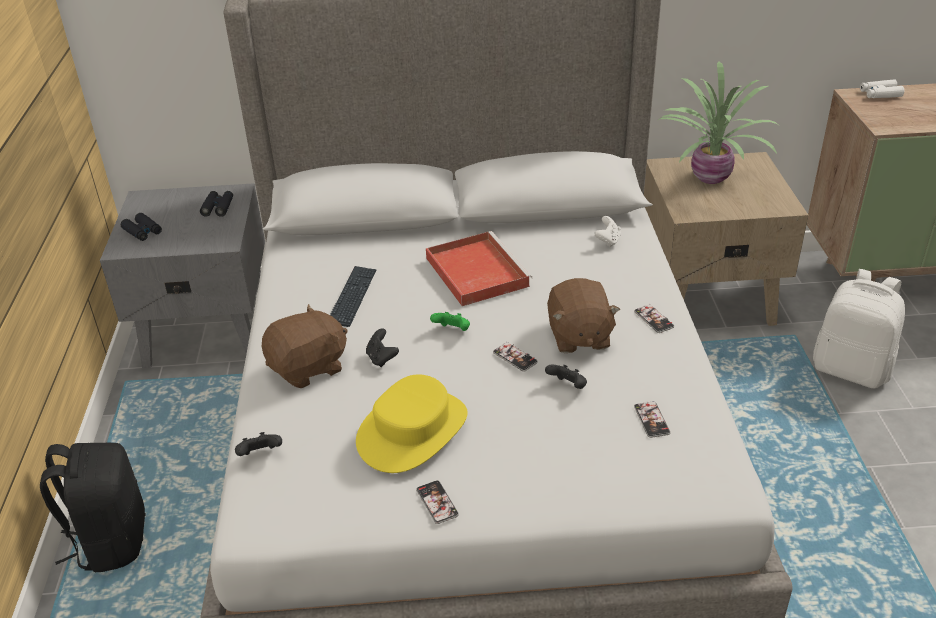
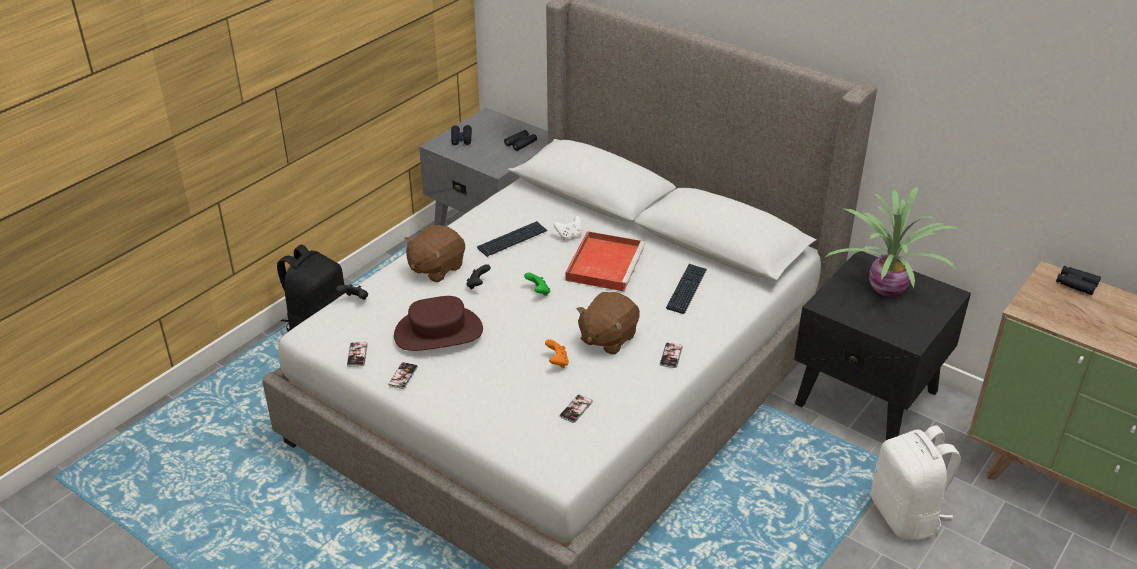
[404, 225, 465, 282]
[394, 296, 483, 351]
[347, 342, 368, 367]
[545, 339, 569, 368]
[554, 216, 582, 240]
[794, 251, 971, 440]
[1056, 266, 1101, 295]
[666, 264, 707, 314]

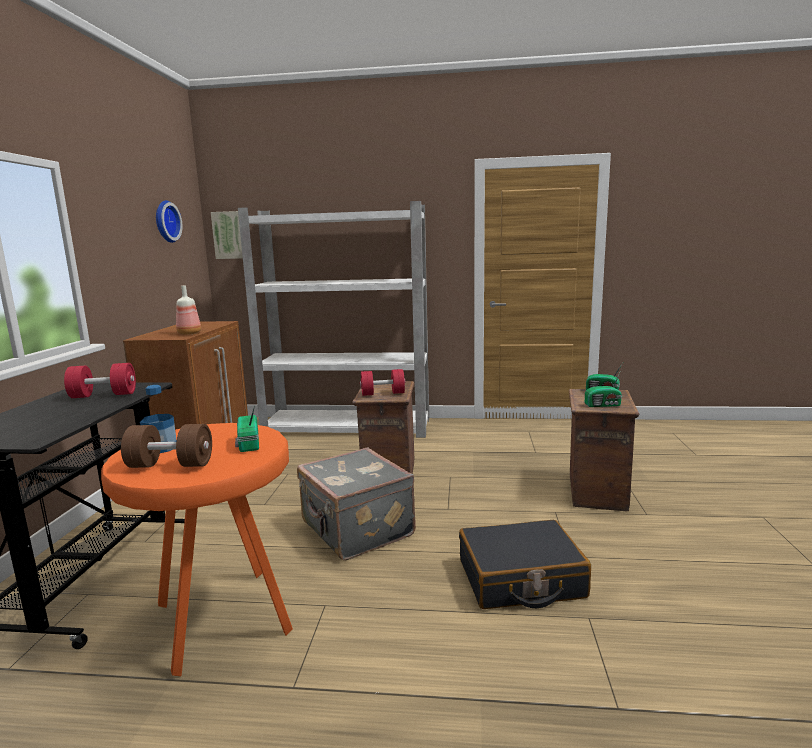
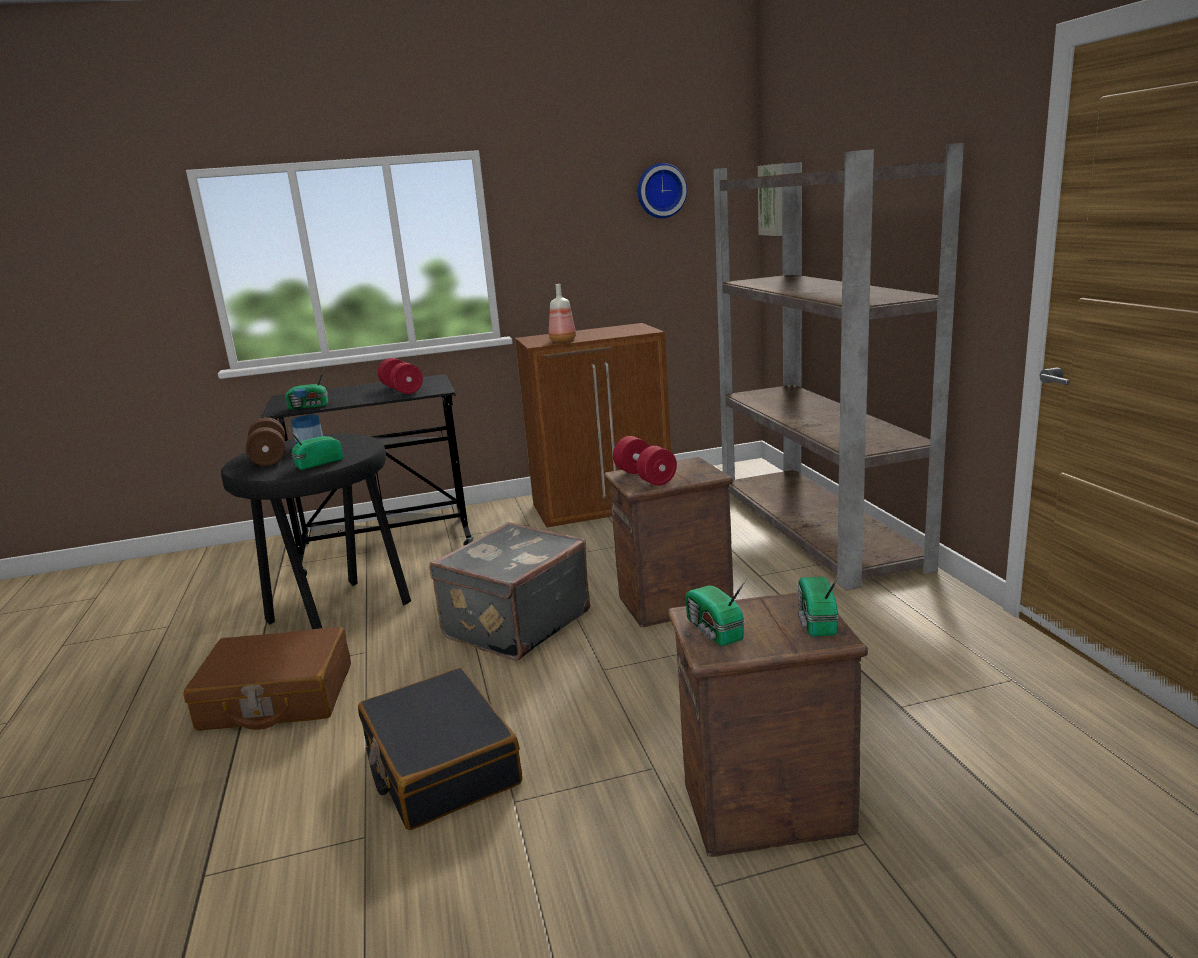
[221, 434, 411, 629]
[713, 143, 964, 591]
[184, 627, 351, 731]
[285, 367, 328, 410]

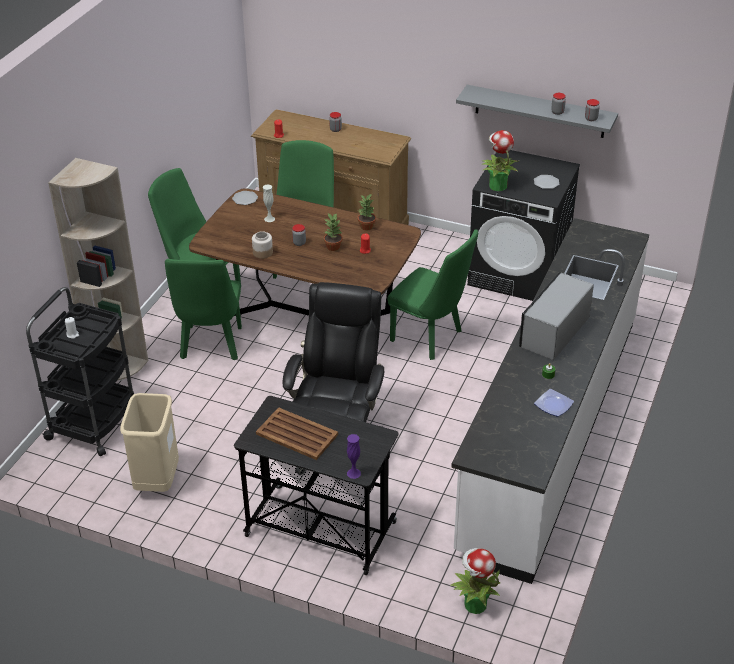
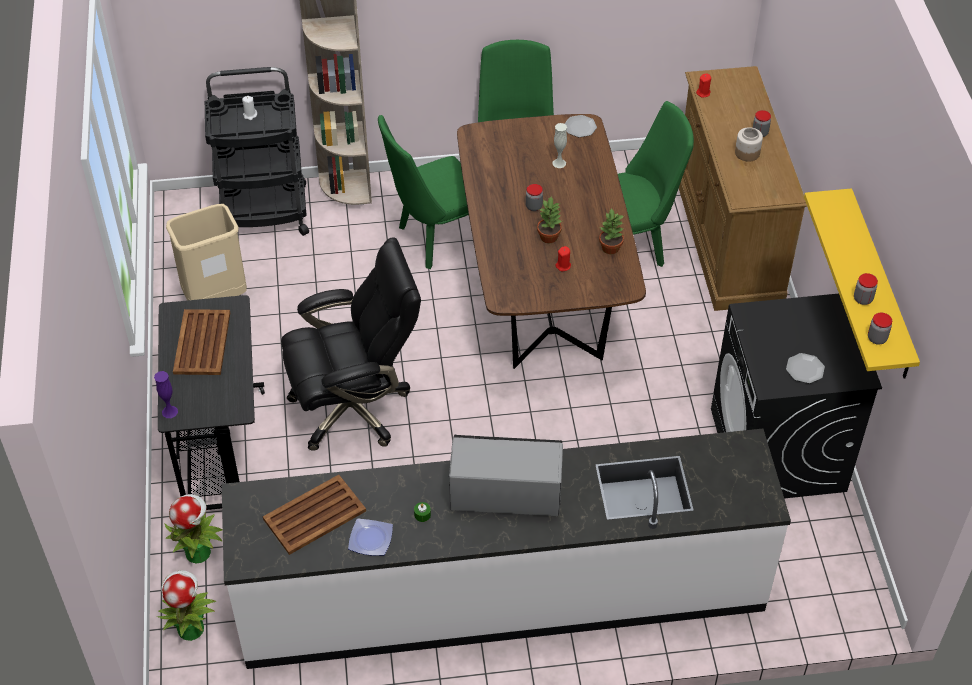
[735, 127, 763, 162]
[387, 229, 478, 360] (first image)
[804, 188, 920, 378]
[164, 494, 223, 564]
[263, 475, 366, 555]

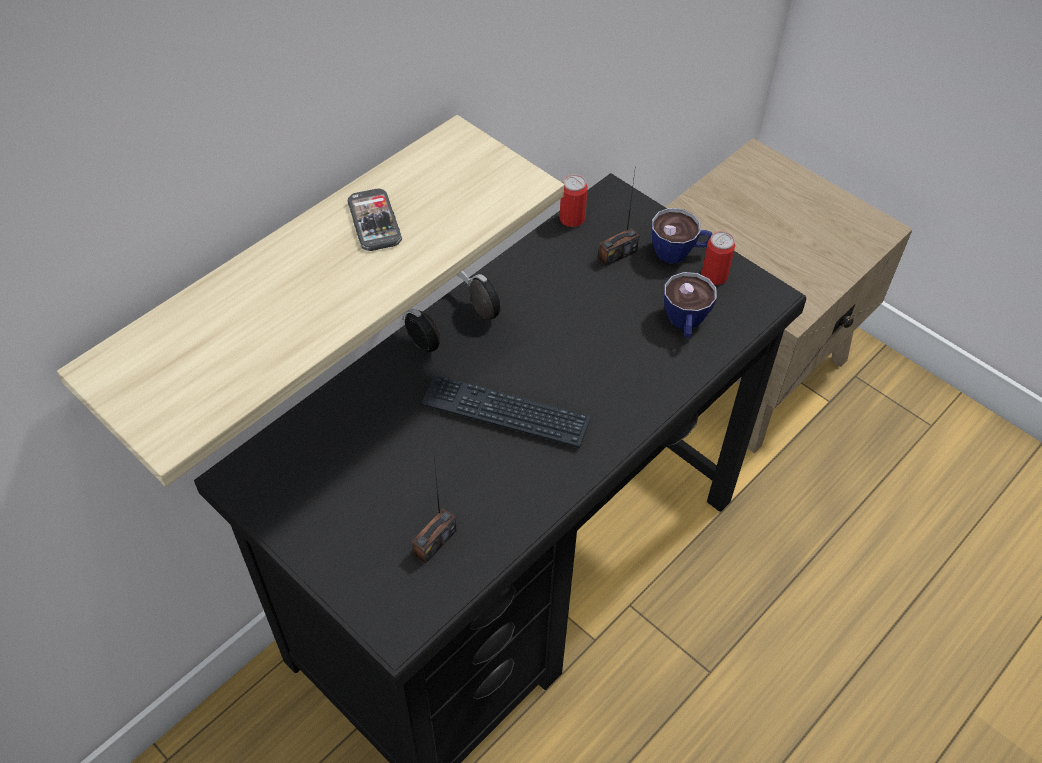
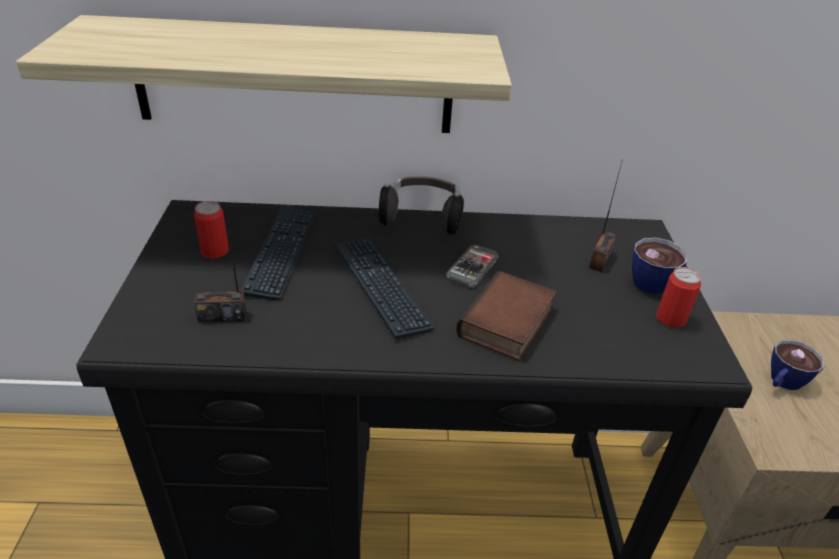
[446, 245, 499, 287]
[194, 201, 229, 258]
[589, 159, 623, 272]
[771, 340, 825, 390]
[240, 206, 315, 301]
[456, 271, 557, 361]

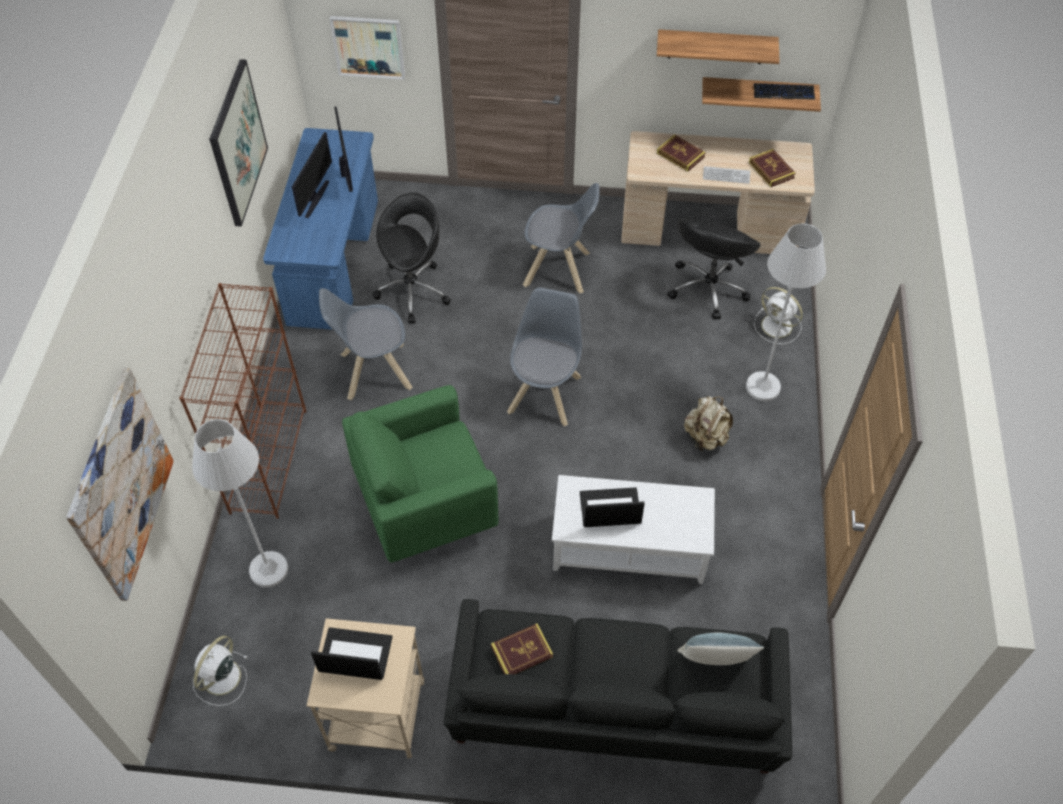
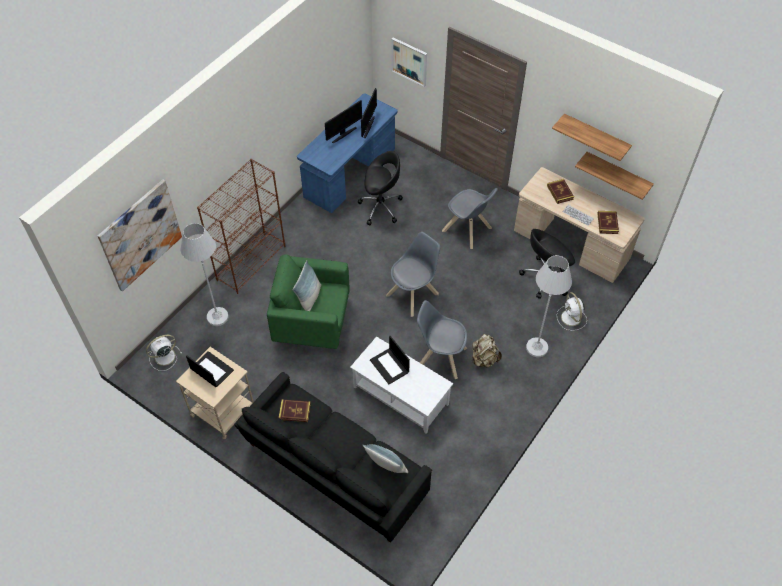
[209, 59, 268, 227] (first image)
[417, 300, 467, 379]
[370, 336, 410, 384]
[753, 83, 815, 100] (first image)
[292, 260, 321, 311]

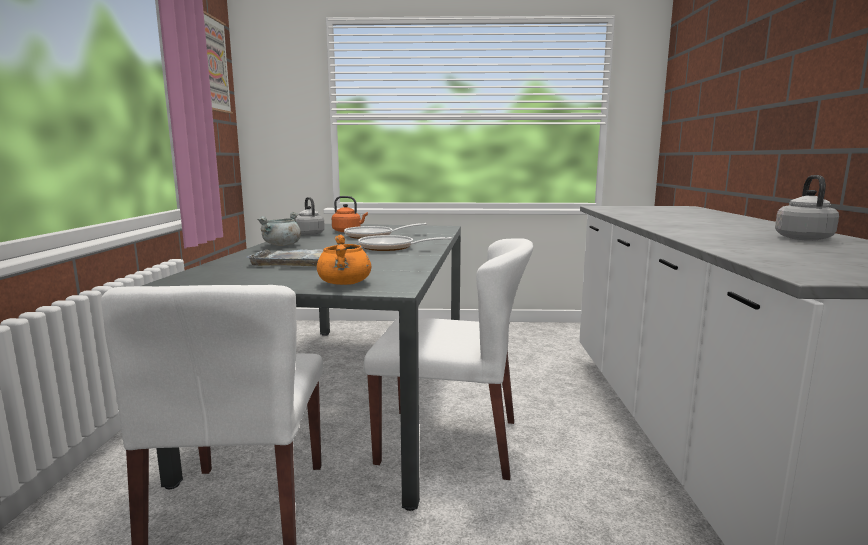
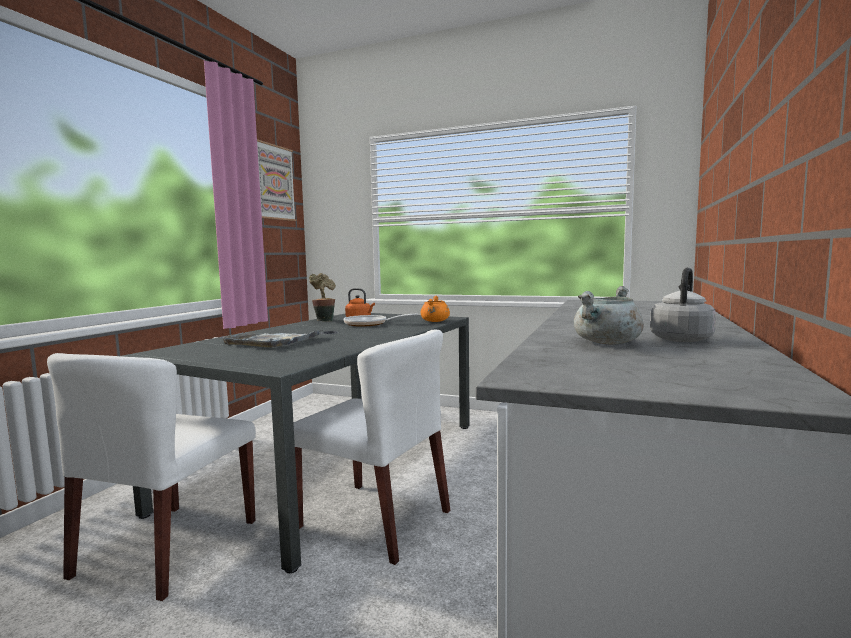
[574, 286, 643, 345]
[309, 273, 336, 322]
[421, 295, 450, 322]
[358, 235, 452, 251] (first image)

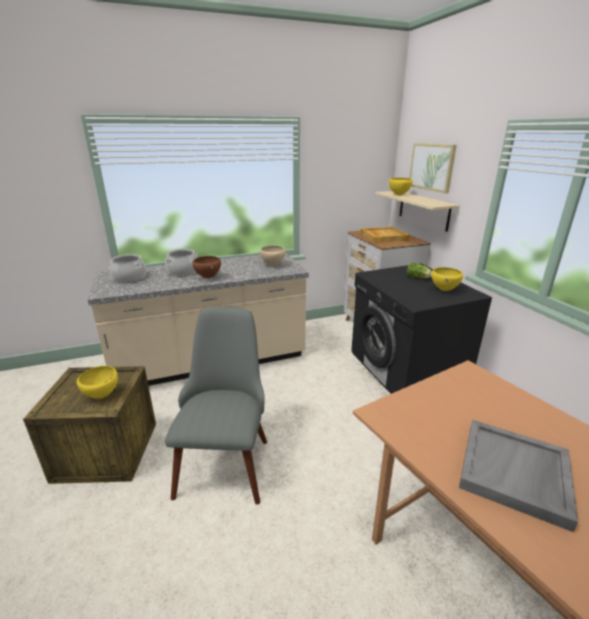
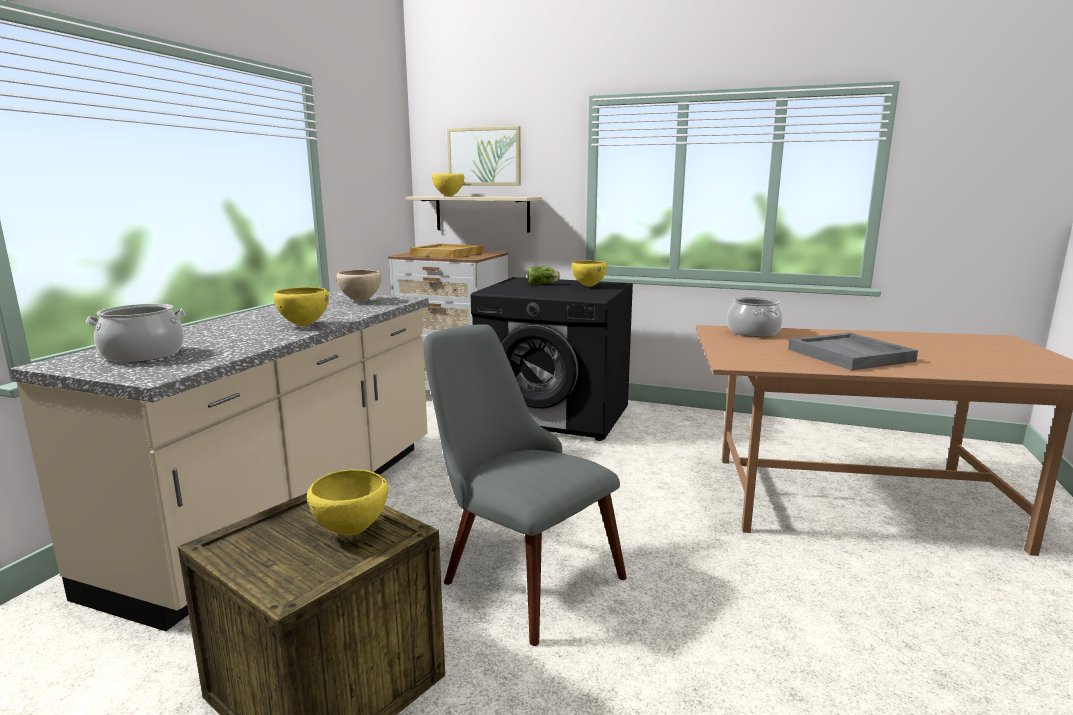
[727, 297, 783, 337]
[273, 287, 329, 326]

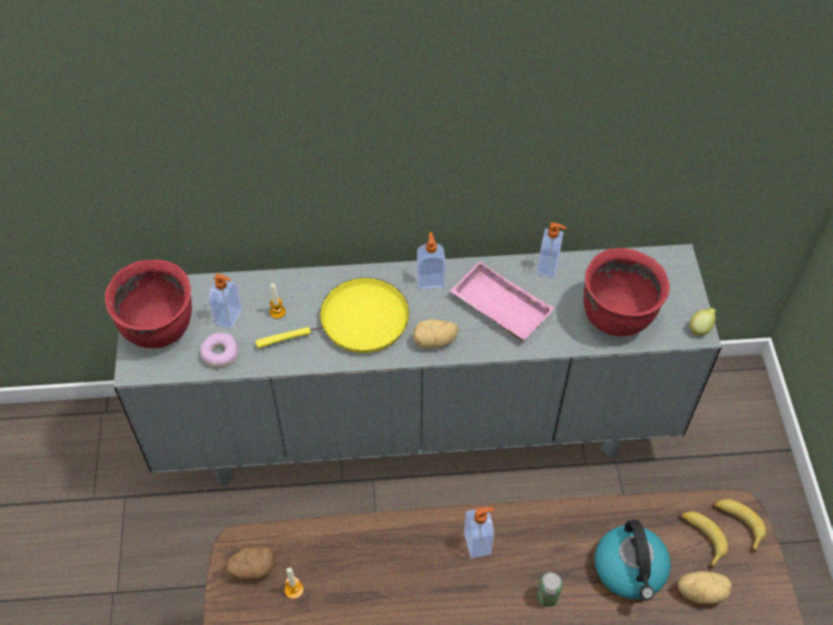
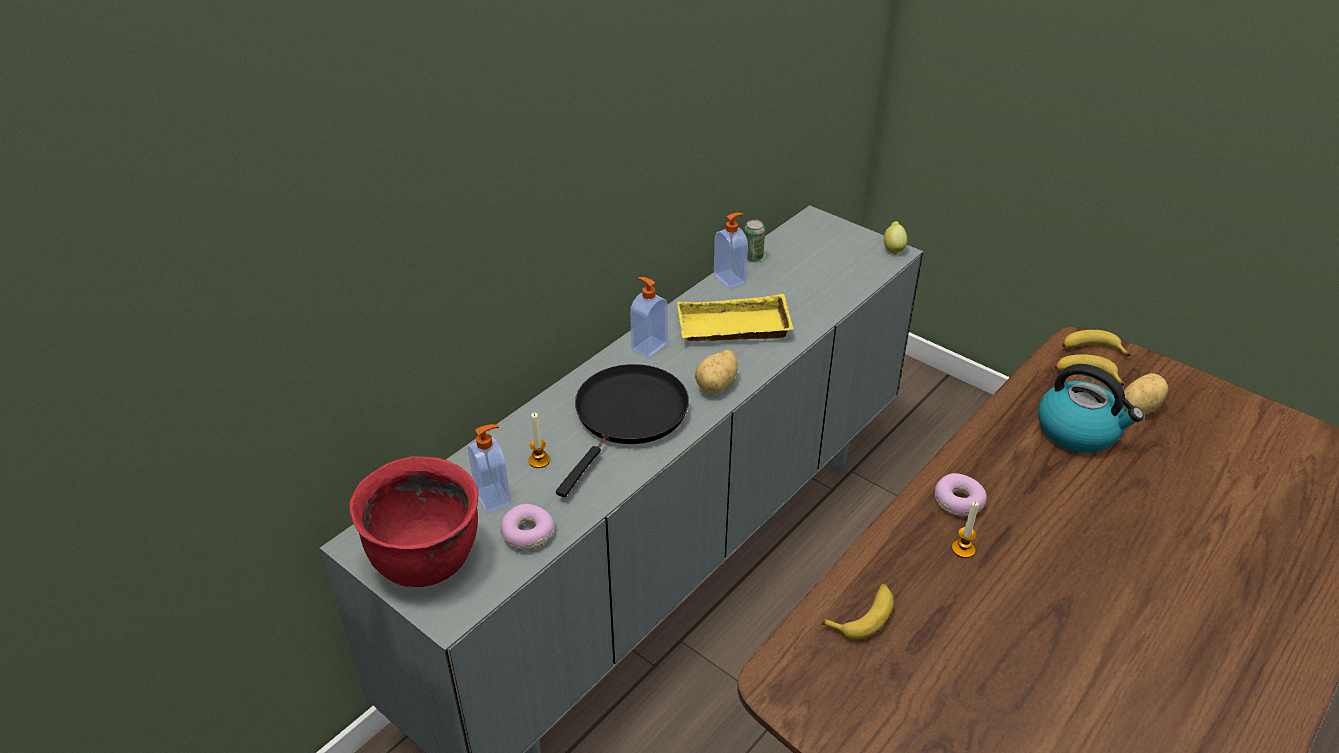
[225, 546, 275, 581] (first image)
[556, 364, 689, 497]
[952, 502, 979, 558]
[677, 294, 793, 341]
[935, 473, 987, 516]
[744, 220, 765, 262]
[583, 248, 670, 336] (first image)
[821, 584, 894, 639]

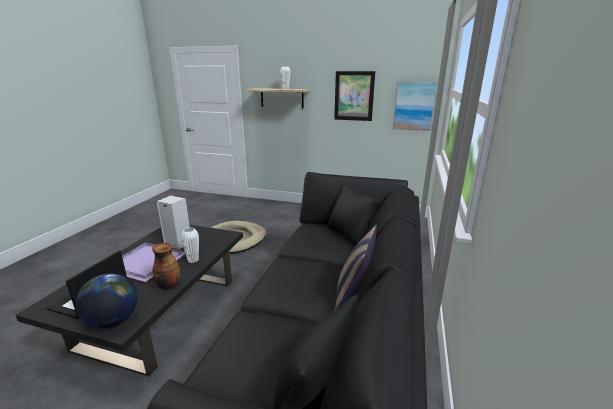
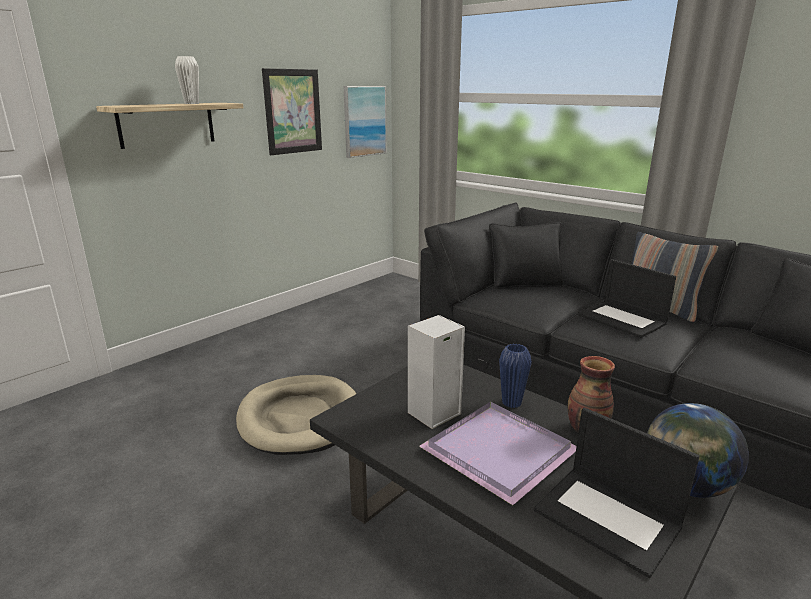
[499, 344, 532, 408]
[577, 259, 676, 338]

